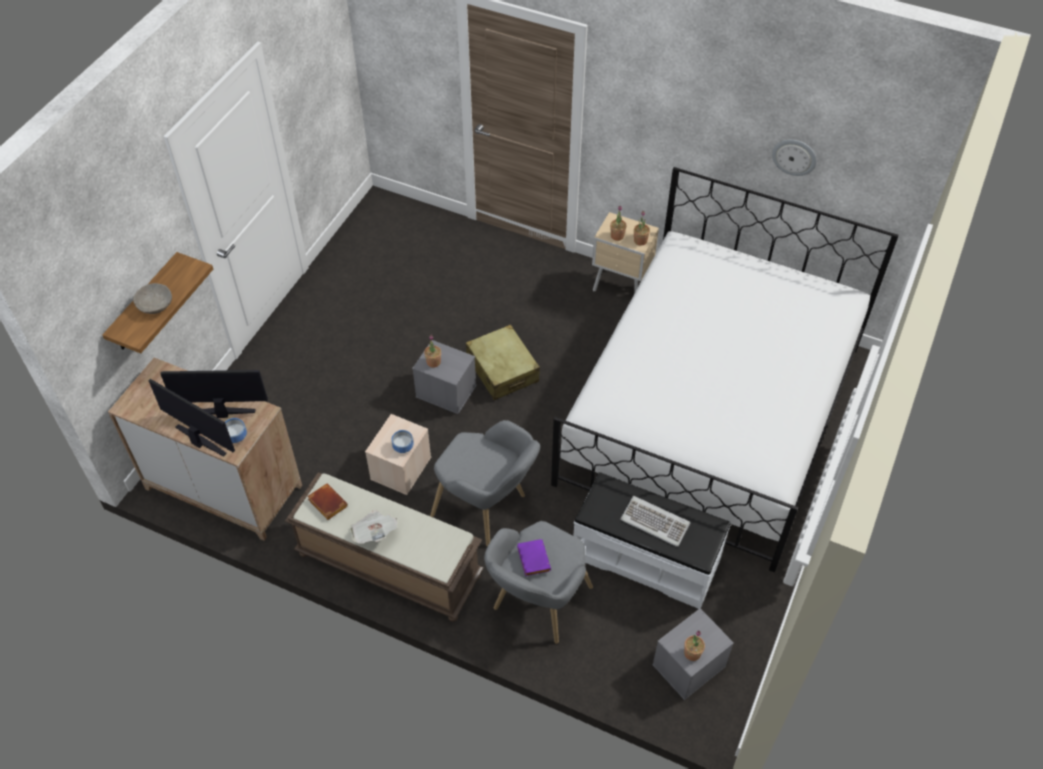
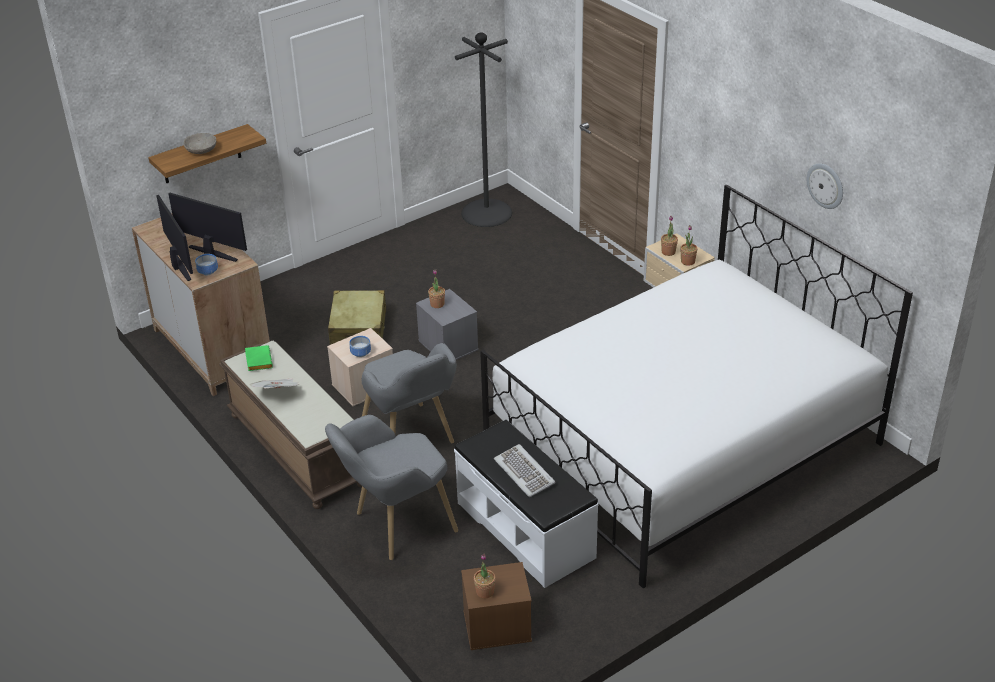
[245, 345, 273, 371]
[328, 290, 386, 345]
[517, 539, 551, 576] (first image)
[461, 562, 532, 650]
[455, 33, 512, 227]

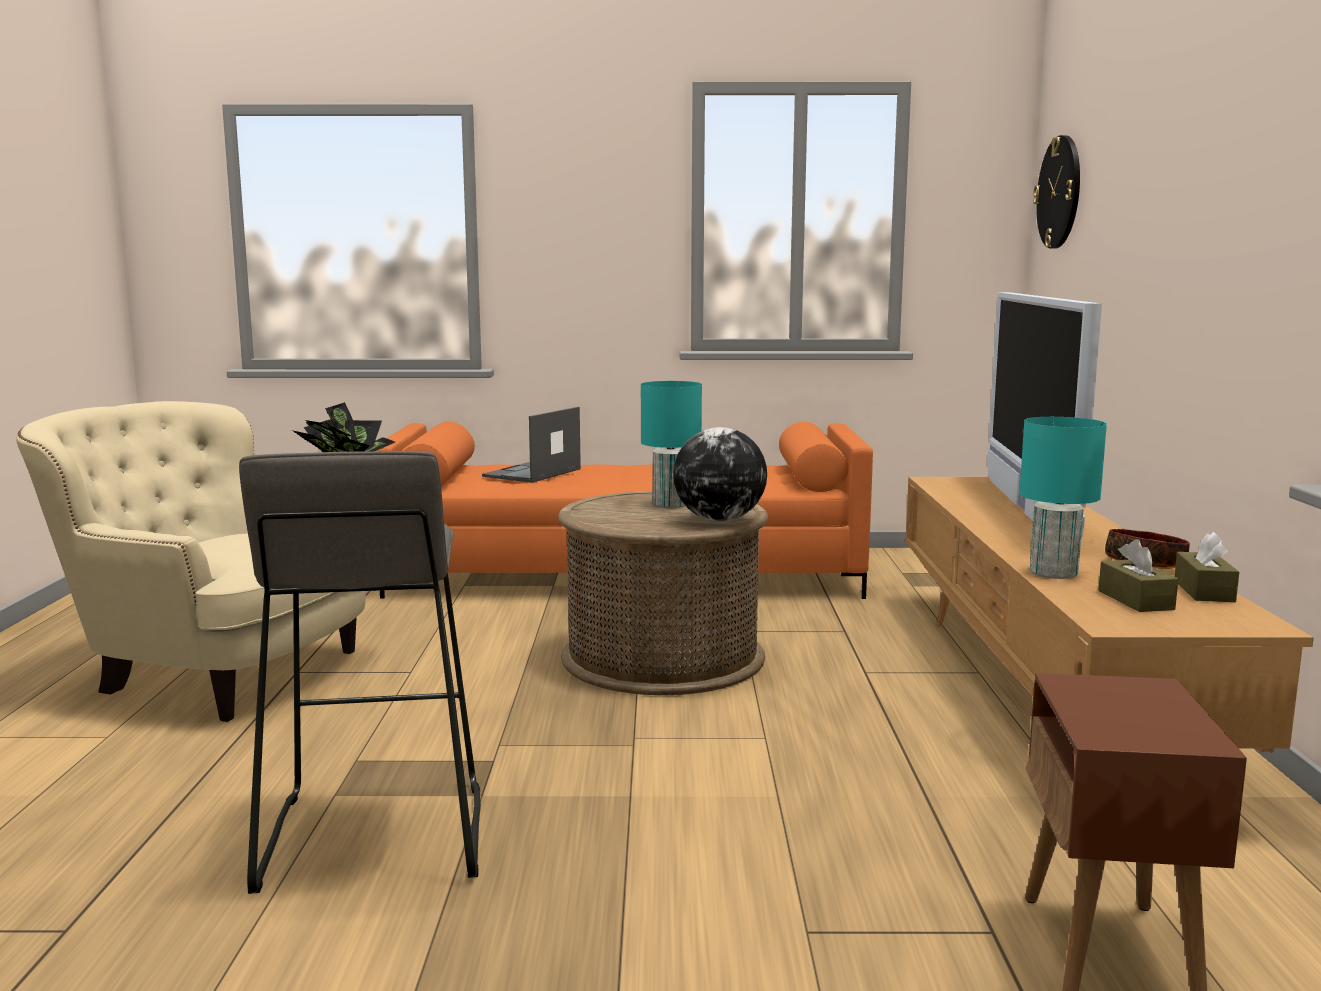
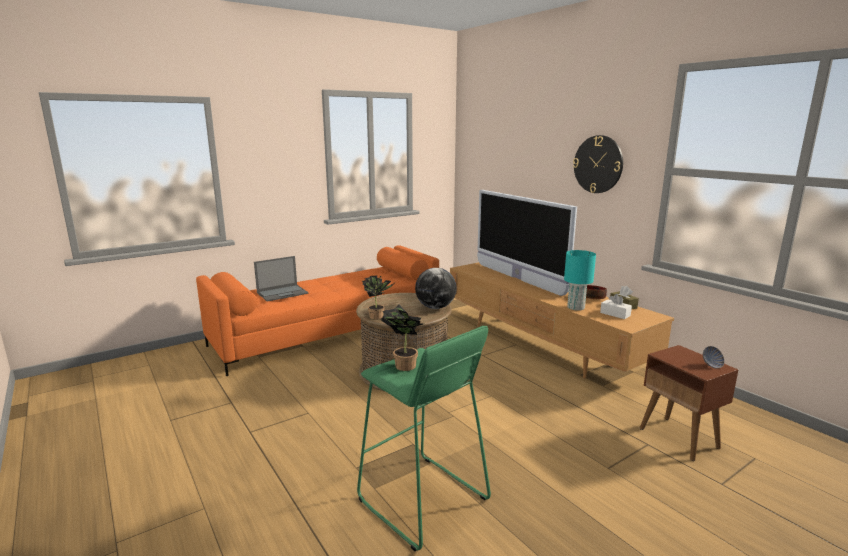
[16, 401, 366, 722] (first image)
[357, 326, 491, 551]
[254, 256, 308, 302]
[641, 381, 702, 508] (first image)
[573, 135, 623, 193]
[600, 294, 632, 319]
[362, 275, 394, 320]
[703, 346, 724, 368]

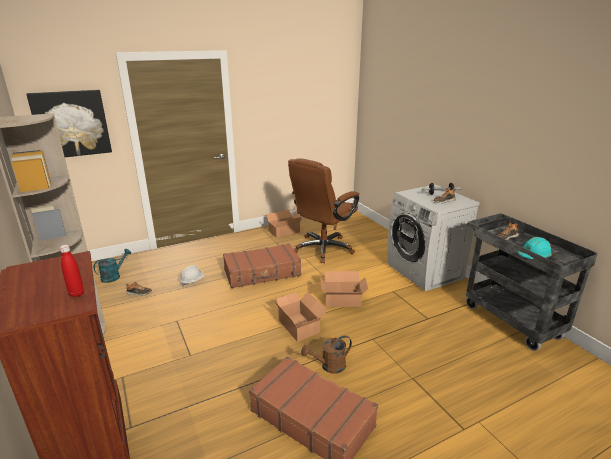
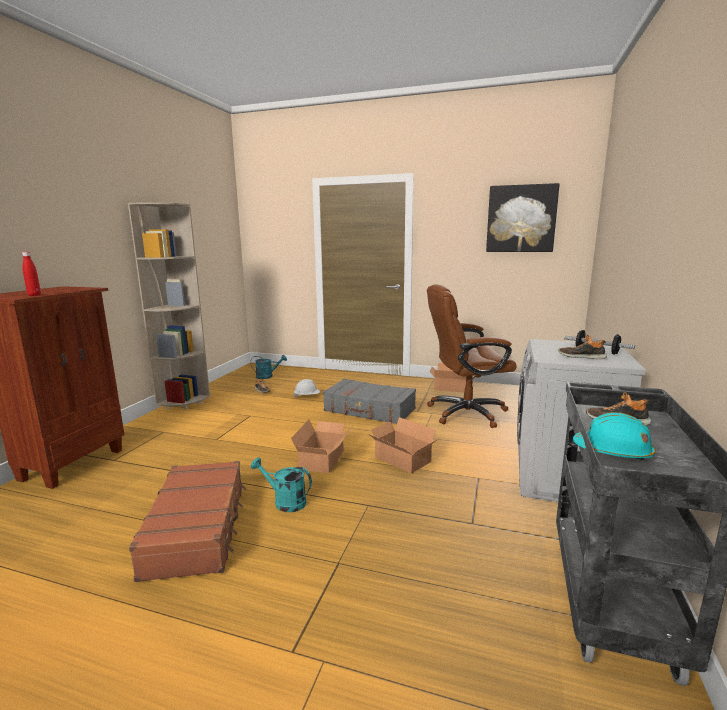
[486, 183, 560, 252]
[323, 379, 416, 424]
[251, 457, 312, 512]

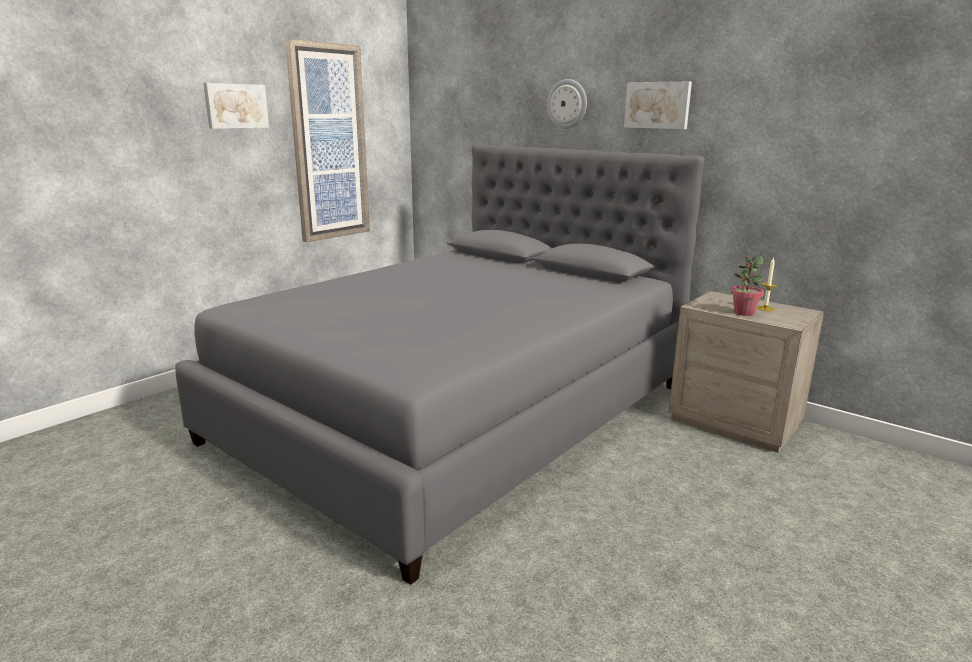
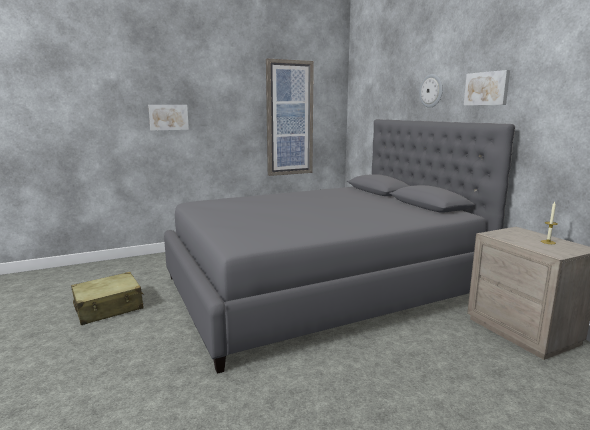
[148, 105, 189, 131]
[731, 256, 764, 316] (first image)
[71, 272, 144, 325]

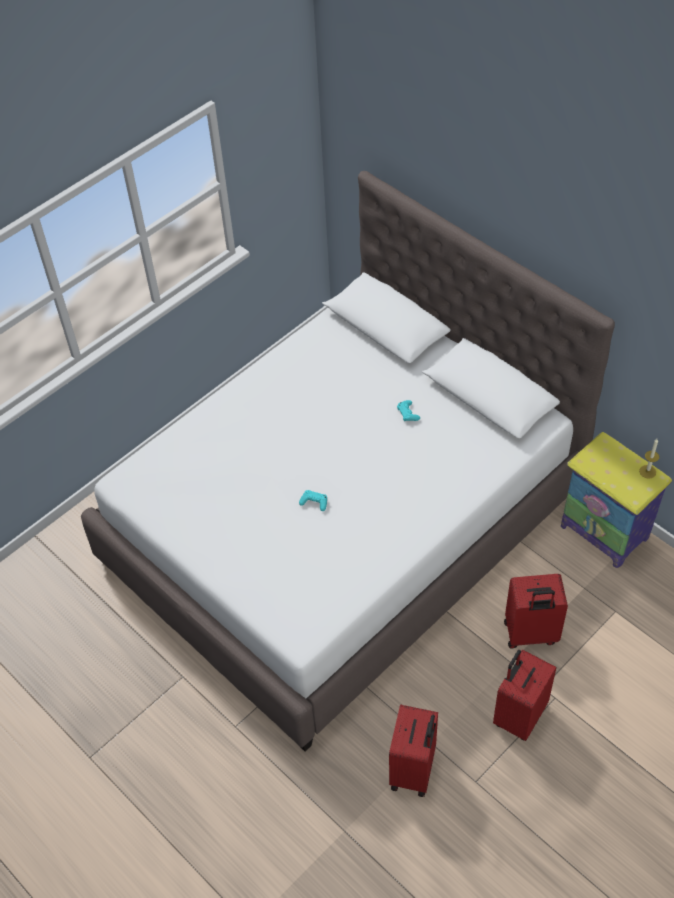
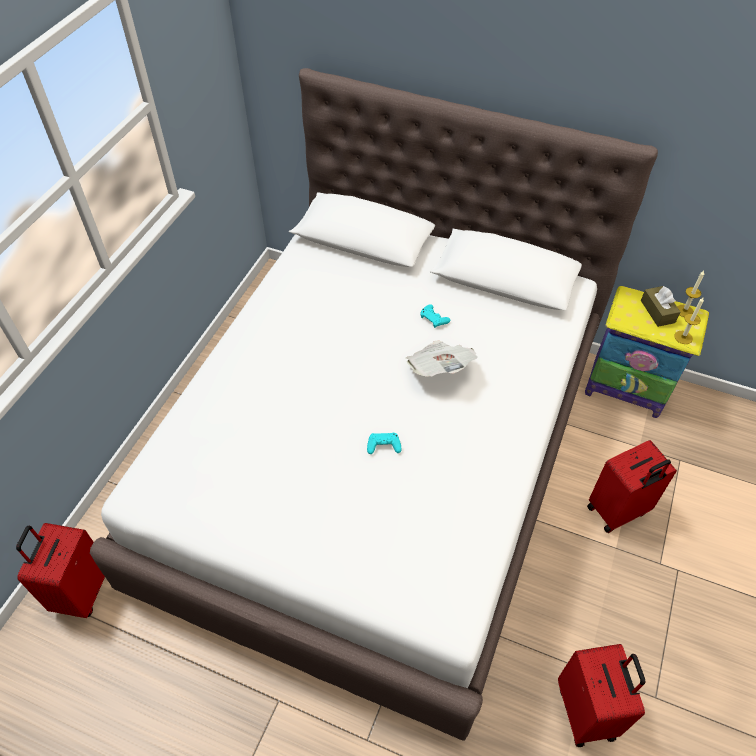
[16, 523, 105, 618]
[406, 340, 478, 377]
[641, 286, 680, 327]
[674, 298, 704, 344]

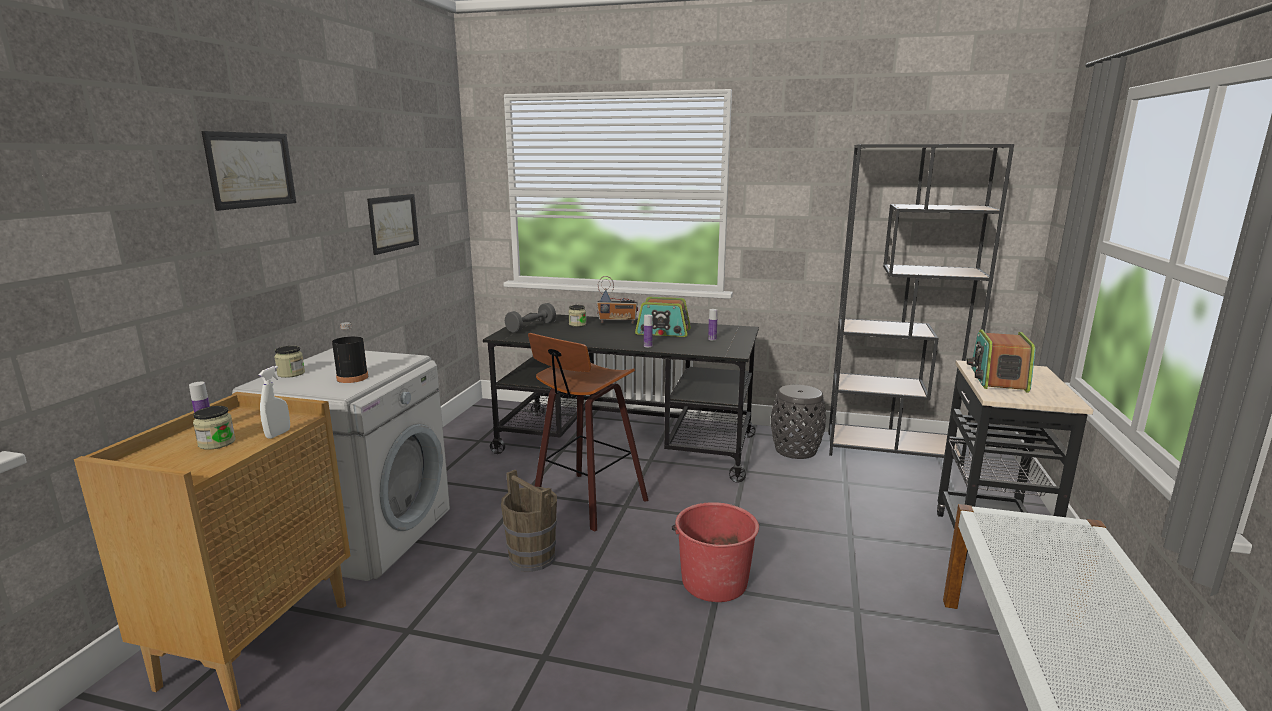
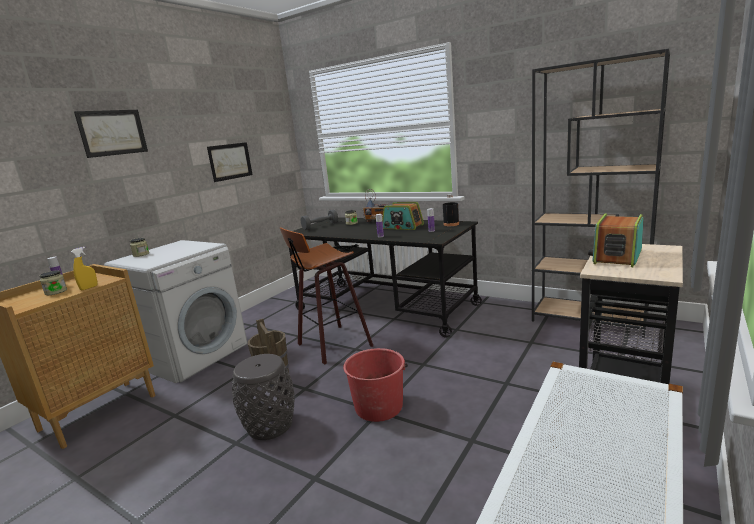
[71, 247, 98, 290]
[443, 194, 459, 226]
[232, 354, 294, 440]

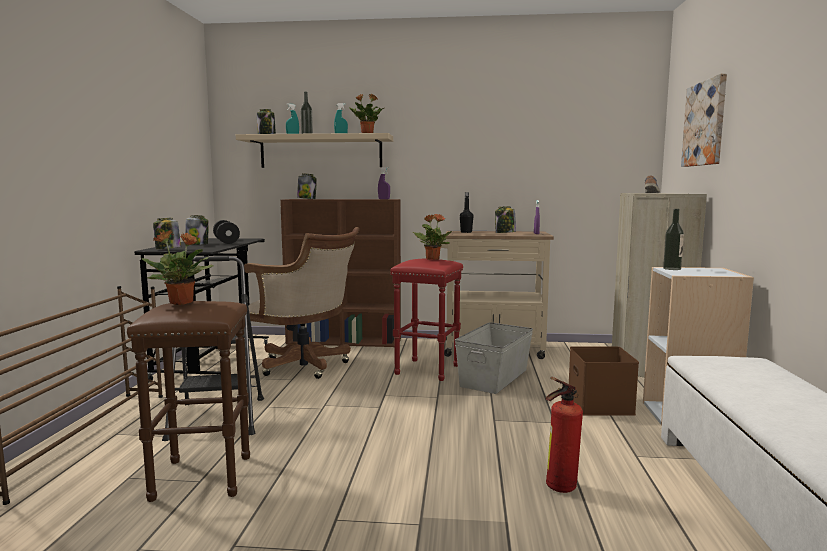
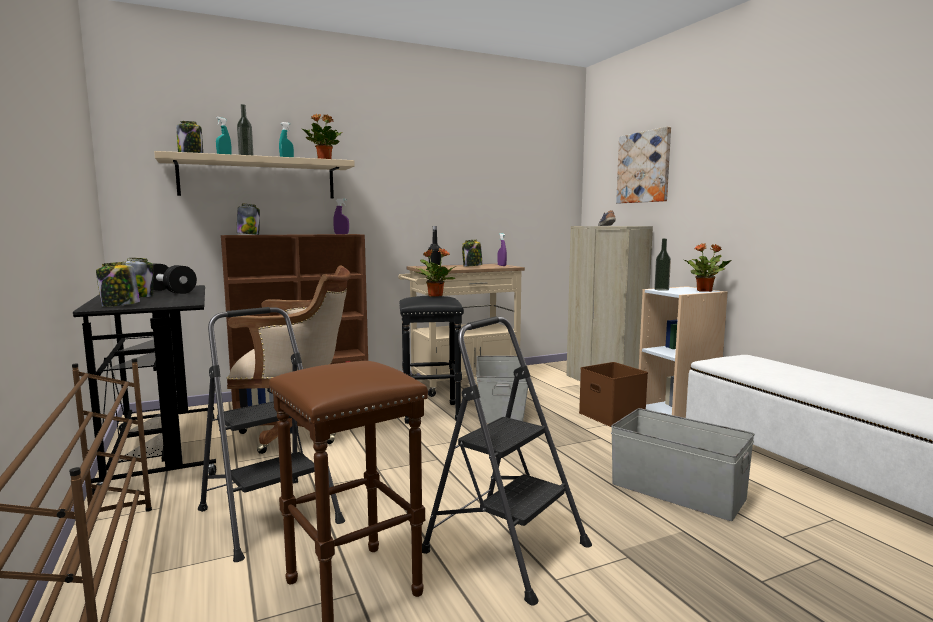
[684, 243, 732, 292]
[399, 296, 464, 424]
[611, 408, 755, 521]
[422, 316, 592, 606]

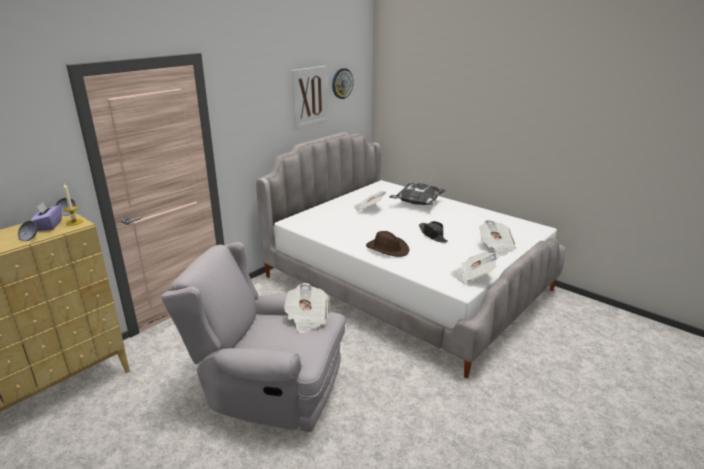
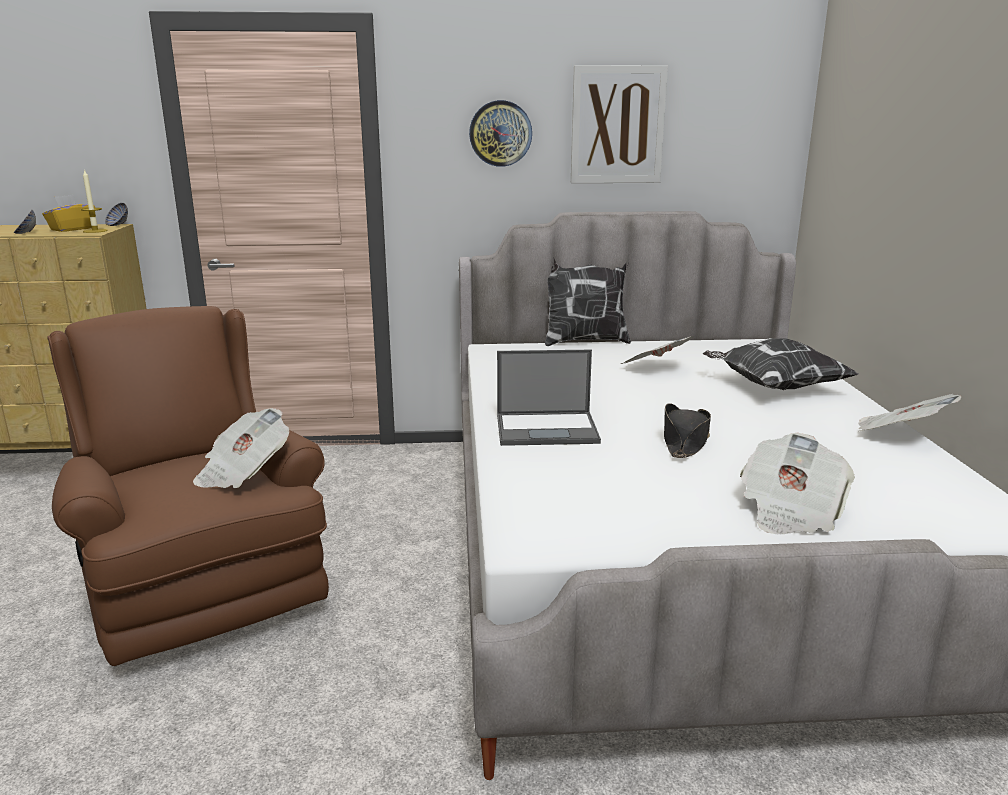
[42, 195, 95, 232]
[47, 306, 329, 666]
[469, 100, 532, 167]
[497, 350, 601, 446]
[858, 394, 961, 431]
[545, 259, 631, 346]

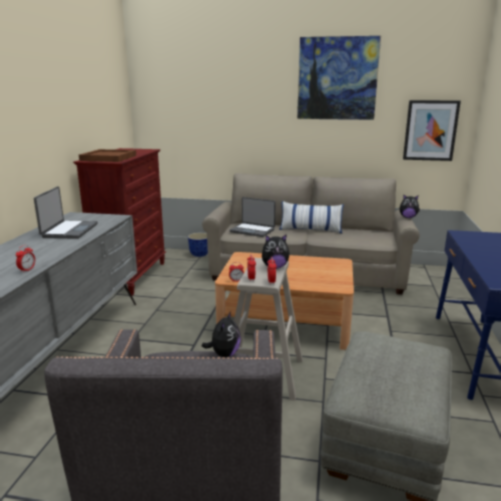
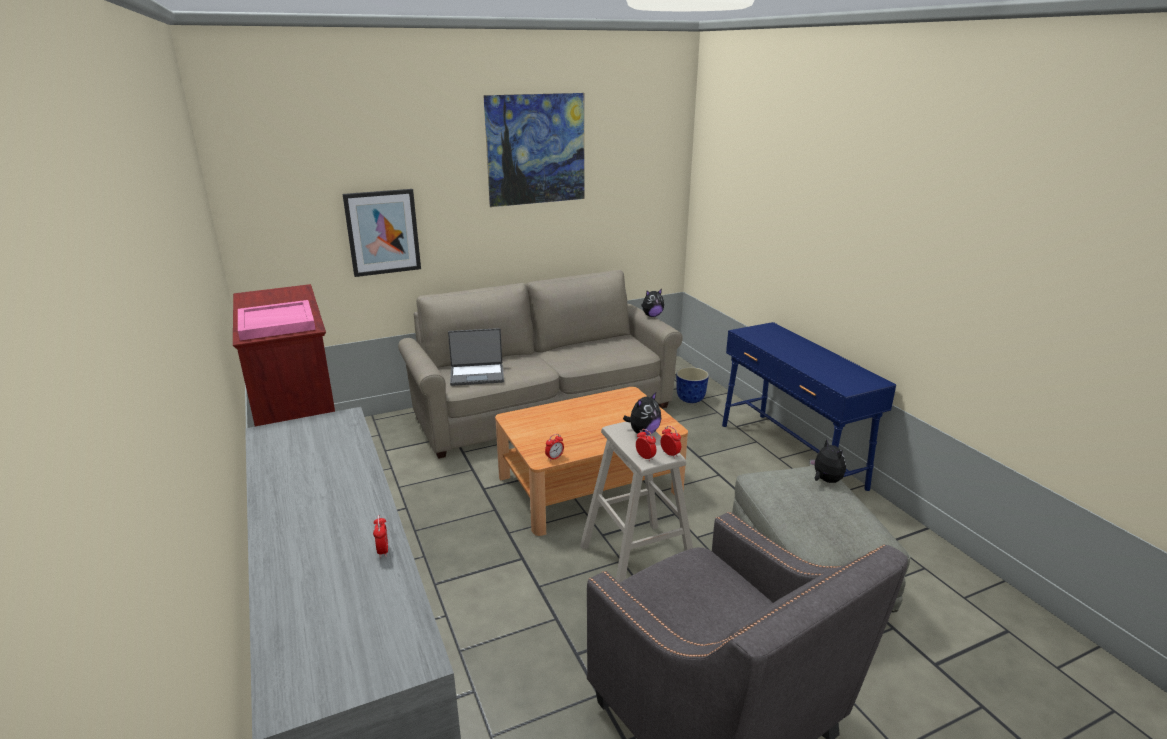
[34, 187, 98, 239] (first image)
[238, 300, 316, 340]
[676, 367, 709, 403]
[809, 439, 846, 483]
[279, 201, 344, 234] (first image)
[342, 189, 421, 277]

